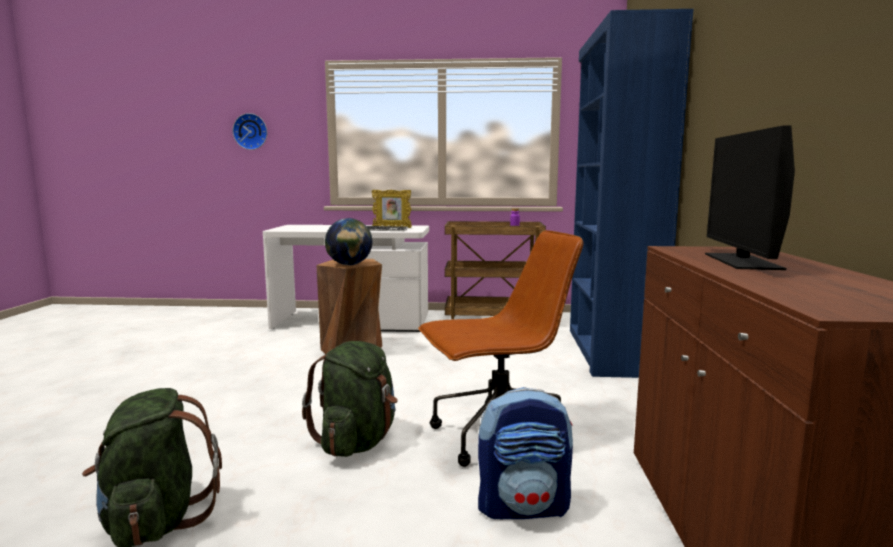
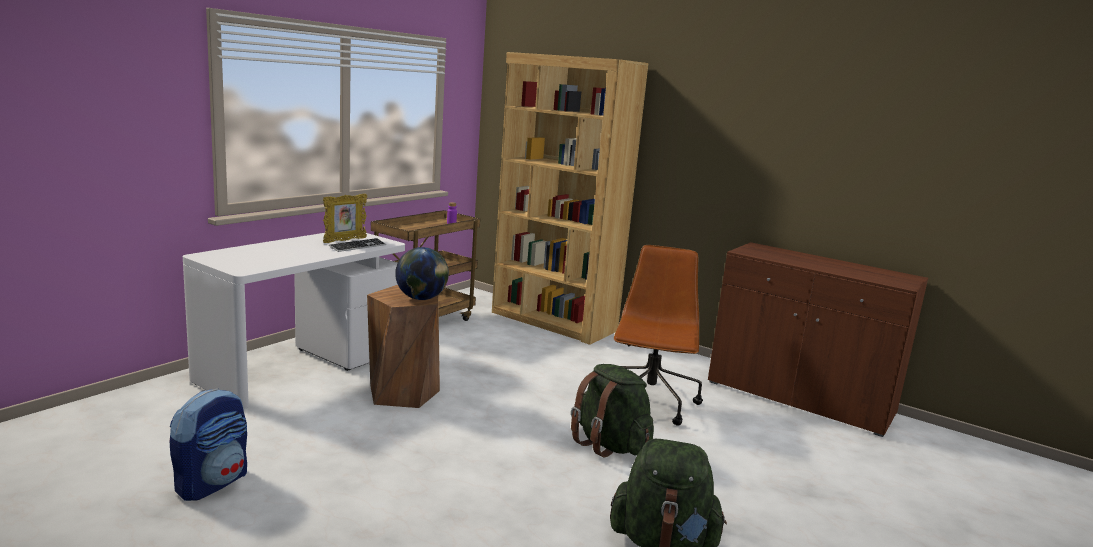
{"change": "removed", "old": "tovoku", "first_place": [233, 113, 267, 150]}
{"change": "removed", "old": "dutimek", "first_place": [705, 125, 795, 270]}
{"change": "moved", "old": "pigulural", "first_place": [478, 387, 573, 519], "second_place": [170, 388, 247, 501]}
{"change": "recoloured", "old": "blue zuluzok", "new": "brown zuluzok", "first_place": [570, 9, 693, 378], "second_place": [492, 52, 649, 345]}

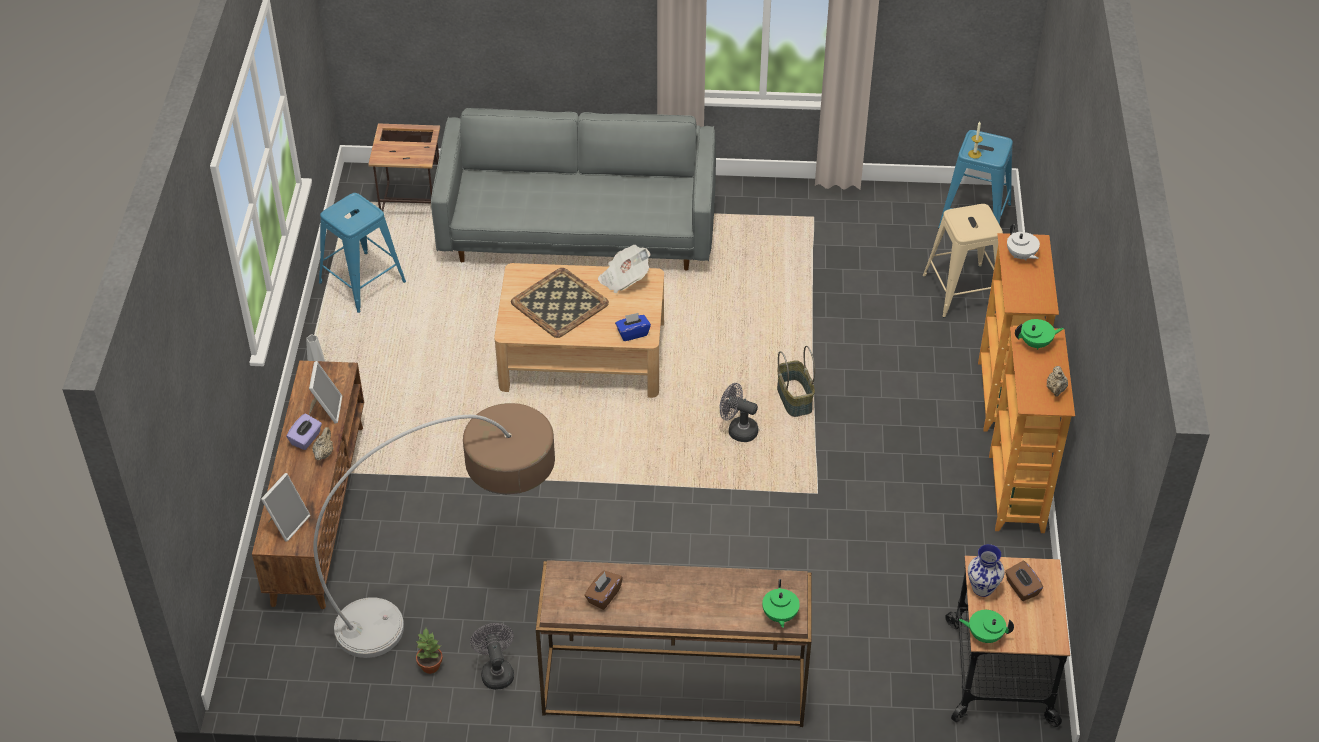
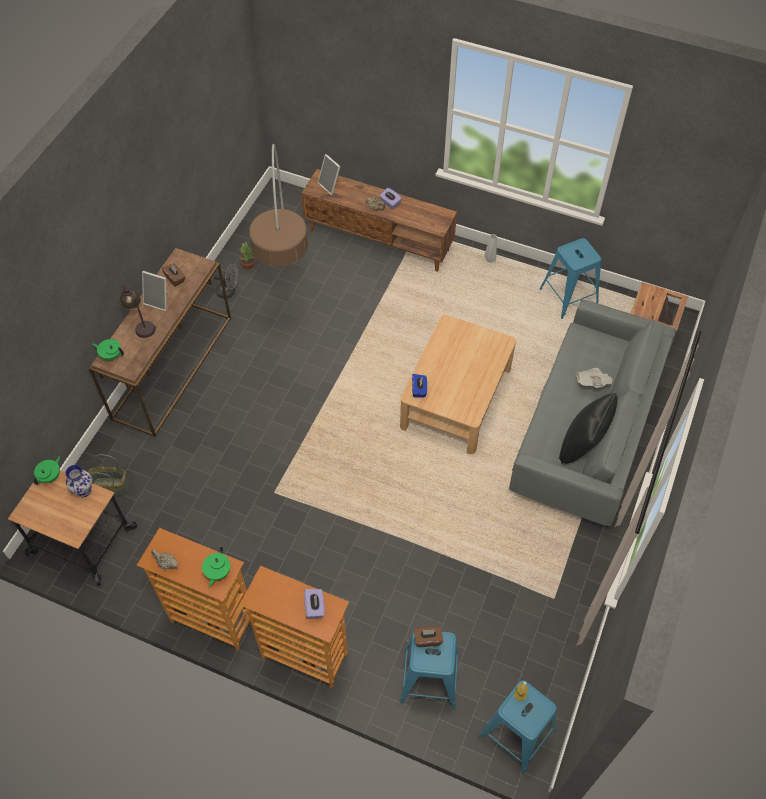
{"change": "removed", "old": "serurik", "first_place": [511, 268, 609, 338]}
{"change": "removed", "old": "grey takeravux", "first_place": [720, 383, 758, 442]}
{"change": "added", "new": "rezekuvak", "second_place": [119, 284, 156, 338]}
{"change": "added", "new": "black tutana", "second_place": [559, 393, 618, 464]}
{"change": "moved", "old": "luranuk", "first_place": [309, 361, 342, 424], "second_place": [142, 271, 169, 311]}
{"change": "moved", "old": "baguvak", "first_place": [598, 245, 651, 293], "second_place": [577, 368, 613, 388]}
{"change": "moved", "old": "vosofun", "first_place": [777, 346, 815, 417], "second_place": [88, 454, 129, 496]}
{"change": "moved", "old": "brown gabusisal", "first_place": [1005, 561, 1043, 601], "second_place": [414, 627, 443, 647]}
{"change": "replaced", "old": "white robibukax", "new": "purple gabusisal", "first_place": [1007, 224, 1040, 261], "second_place": [304, 589, 325, 619]}
{"change": "recoloured", "old": "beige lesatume", "new": "blue lesatume", "first_place": [923, 204, 1003, 318], "second_place": [400, 631, 459, 709]}

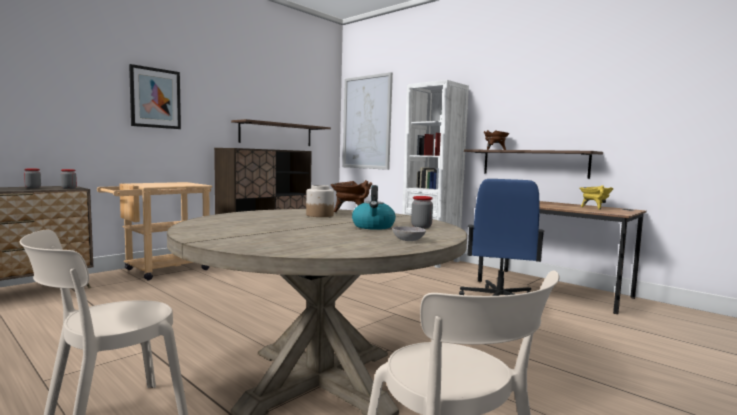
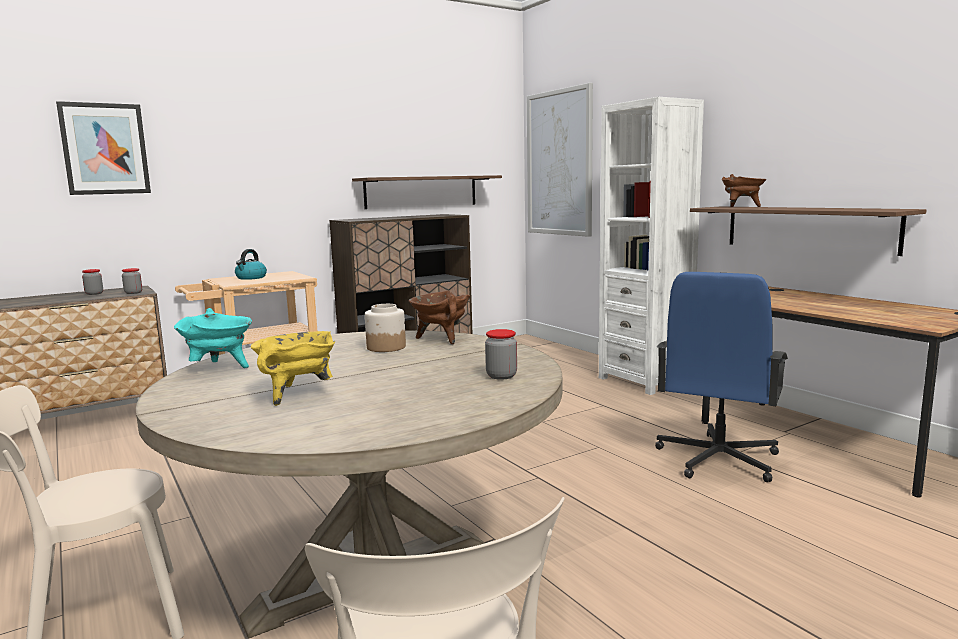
{"change": "removed", "old": "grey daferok", "first_place": [392, 226, 426, 241]}
{"change": "added", "new": "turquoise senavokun", "second_place": [174, 308, 252, 368]}
{"change": "moved", "old": "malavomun", "first_place": [129, 64, 181, 129], "second_place": [56, 101, 151, 195]}
{"change": "moved", "old": "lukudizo", "first_place": [352, 185, 396, 230], "second_place": [235, 249, 267, 280]}
{"change": "moved", "old": "yellow senavokun", "first_place": [580, 185, 613, 210], "second_place": [251, 331, 335, 406]}

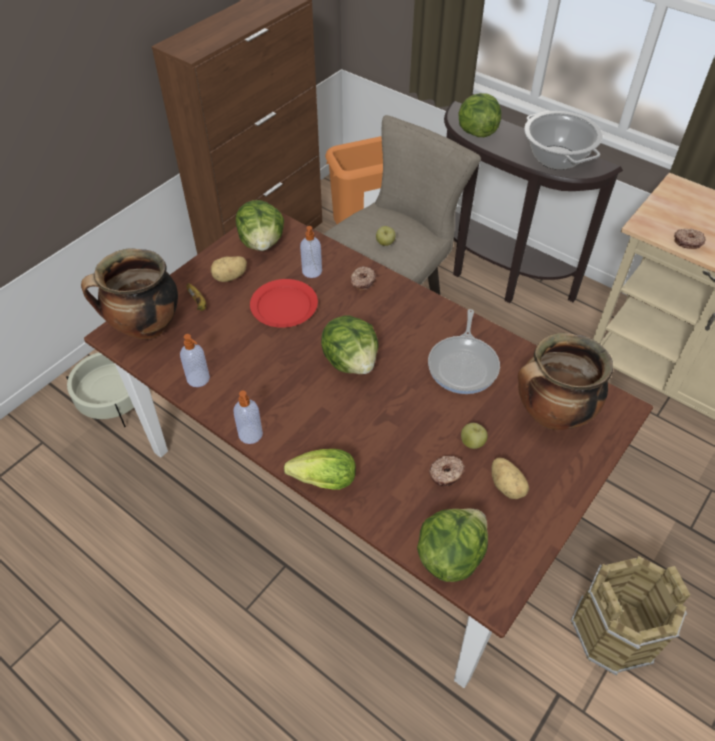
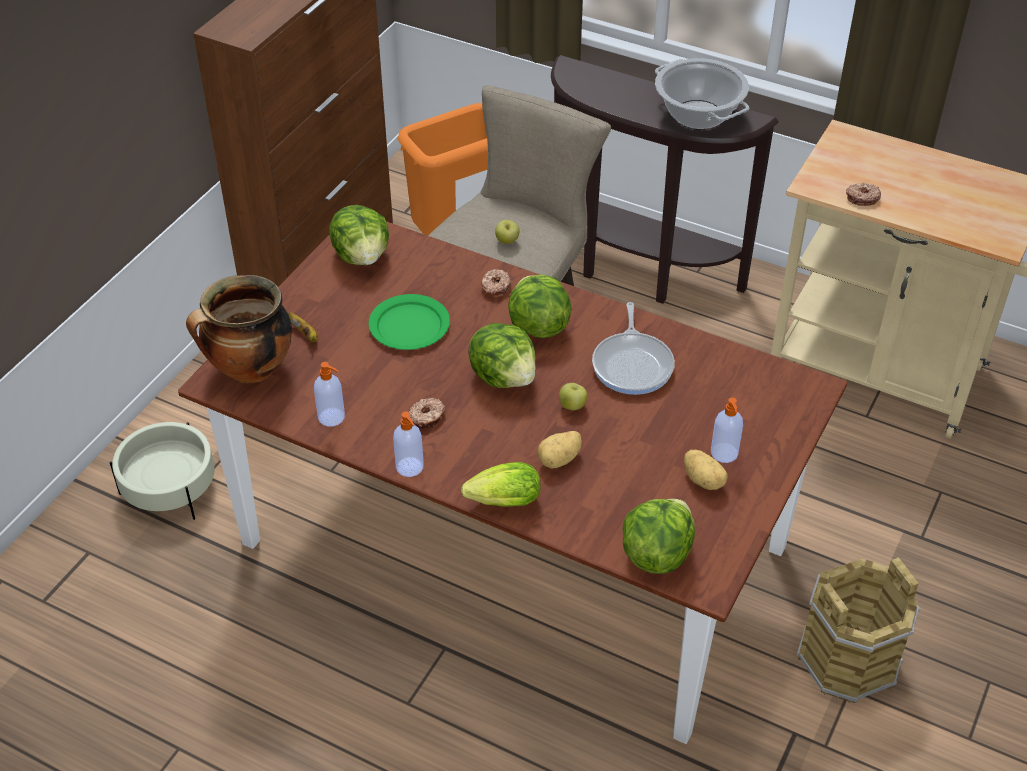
{"change": "removed", "old": "senavokun", "first_place": [518, 333, 613, 430]}
{"change": "moved", "old": "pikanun", "first_place": [211, 256, 247, 282], "second_place": [538, 431, 582, 468]}
{"change": "moved", "old": "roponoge", "first_place": [300, 226, 322, 278], "second_place": [711, 398, 743, 463]}
{"change": "moved", "old": "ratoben", "first_place": [429, 456, 465, 486], "second_place": [409, 398, 445, 429]}
{"change": "moved", "old": "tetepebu", "first_place": [458, 93, 501, 137], "second_place": [508, 275, 571, 338]}
{"change": "moved", "old": "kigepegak", "first_place": [461, 423, 488, 449], "second_place": [559, 383, 588, 410]}
{"change": "recoloured", "old": "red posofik", "new": "green posofik", "first_place": [250, 279, 318, 328], "second_place": [369, 294, 450, 350]}

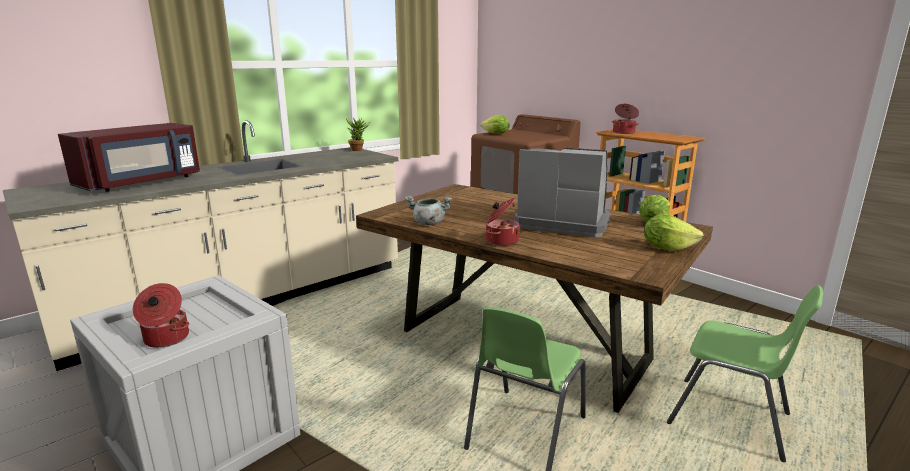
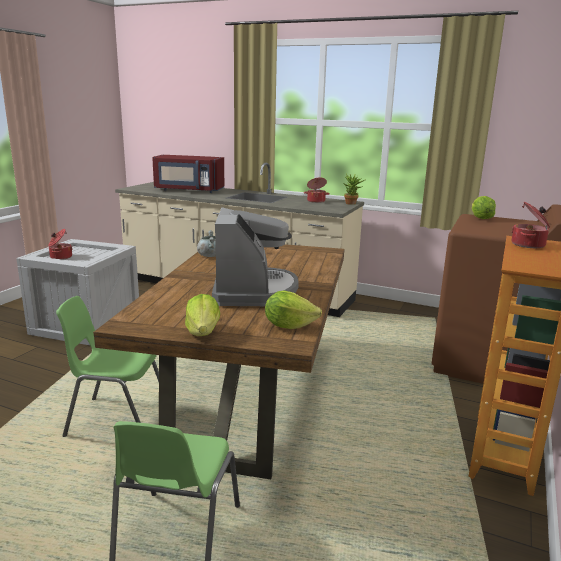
{"change": "moved", "old": "senavokun", "first_place": [486, 198, 520, 246], "second_place": [304, 177, 330, 203]}

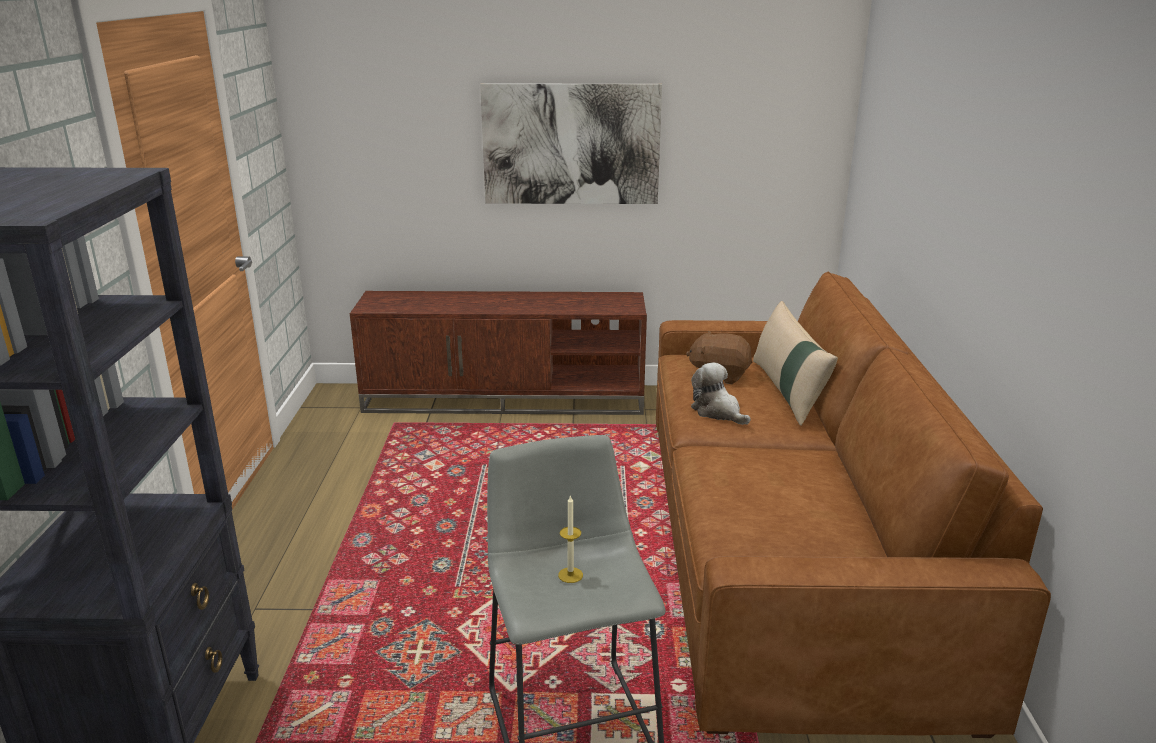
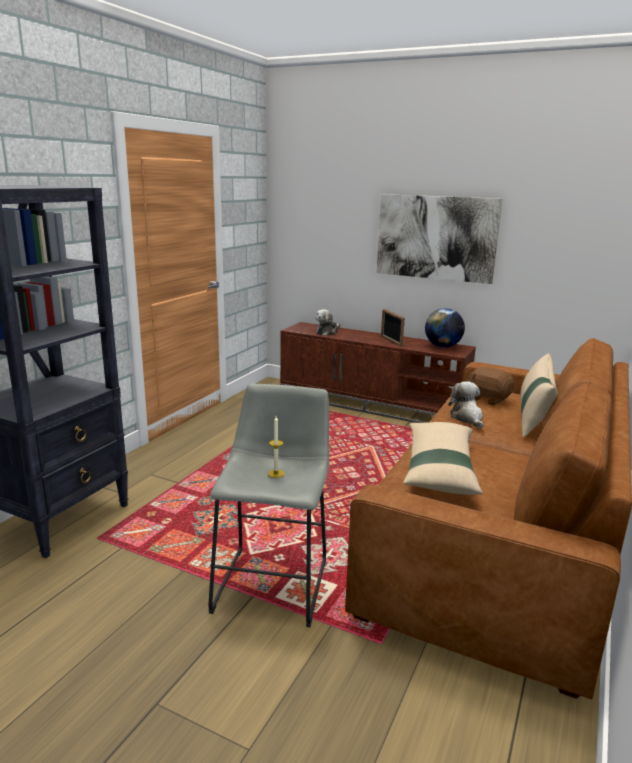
{"change": "added", "new": "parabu", "second_place": [315, 309, 340, 336]}
{"change": "added", "new": "luranuk", "second_place": [381, 309, 405, 347]}
{"change": "added", "new": "beige tutana", "second_place": [403, 422, 483, 495]}
{"change": "added", "new": "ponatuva", "second_place": [425, 308, 465, 348]}

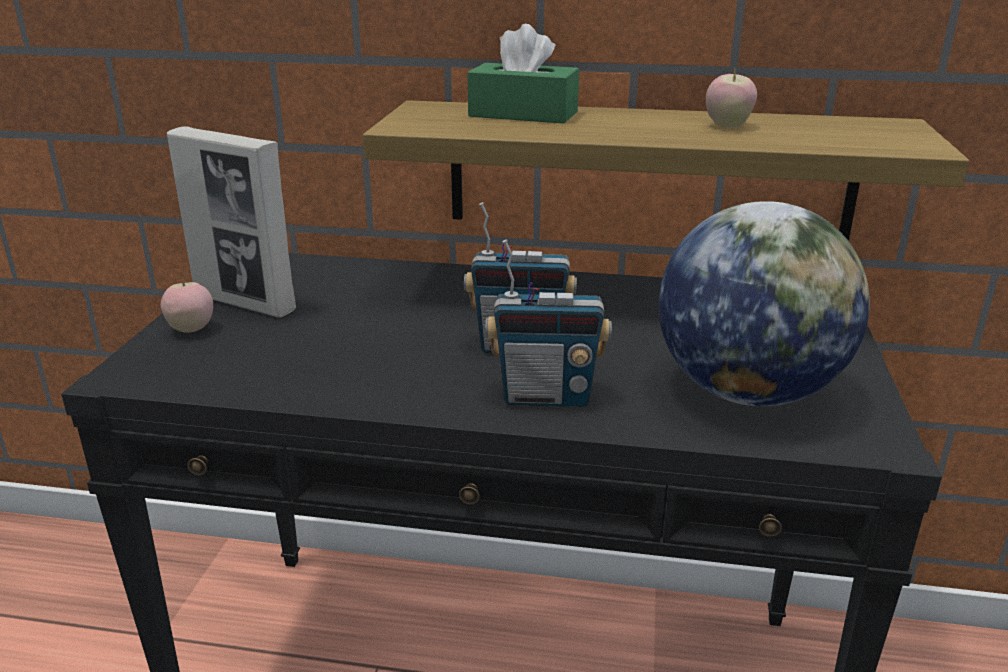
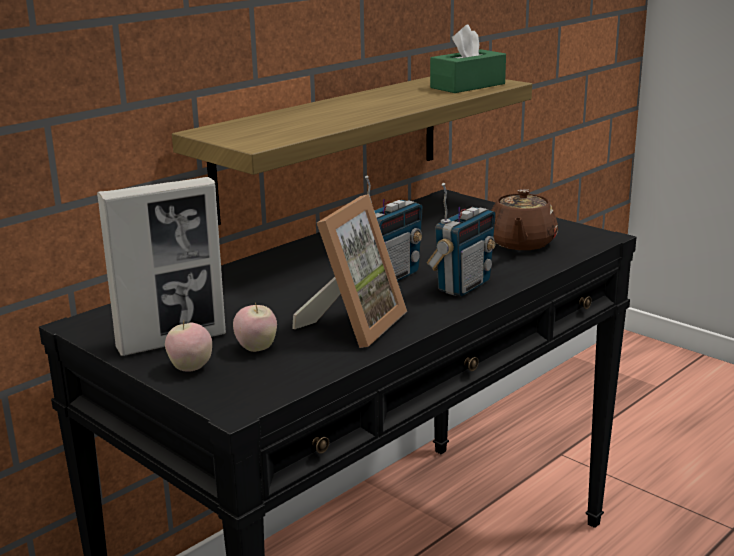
{"change": "added", "new": "luranuk", "second_place": [292, 194, 407, 348]}
{"change": "moved", "old": "green gabusisal", "first_place": [467, 24, 579, 124], "second_place": [430, 25, 506, 93]}
{"change": "moved", "old": "kigepegak", "first_place": [706, 68, 757, 127], "second_place": [233, 302, 277, 352]}
{"change": "replaced", "old": "ponatuva", "new": "brown robibukax", "first_place": [659, 201, 870, 406], "second_place": [491, 189, 558, 250]}

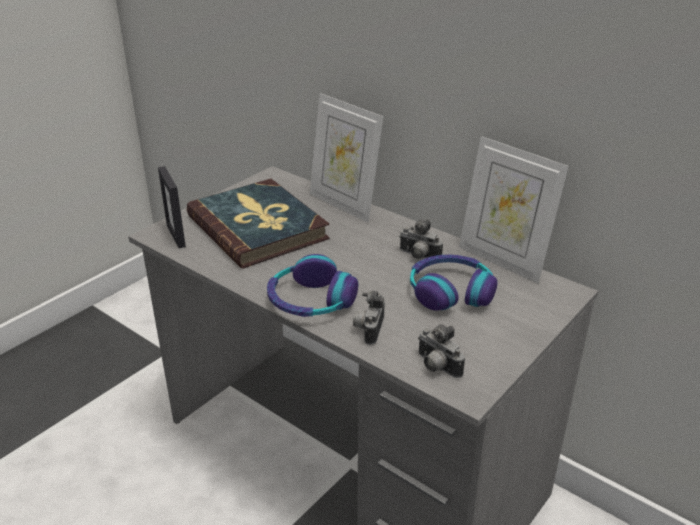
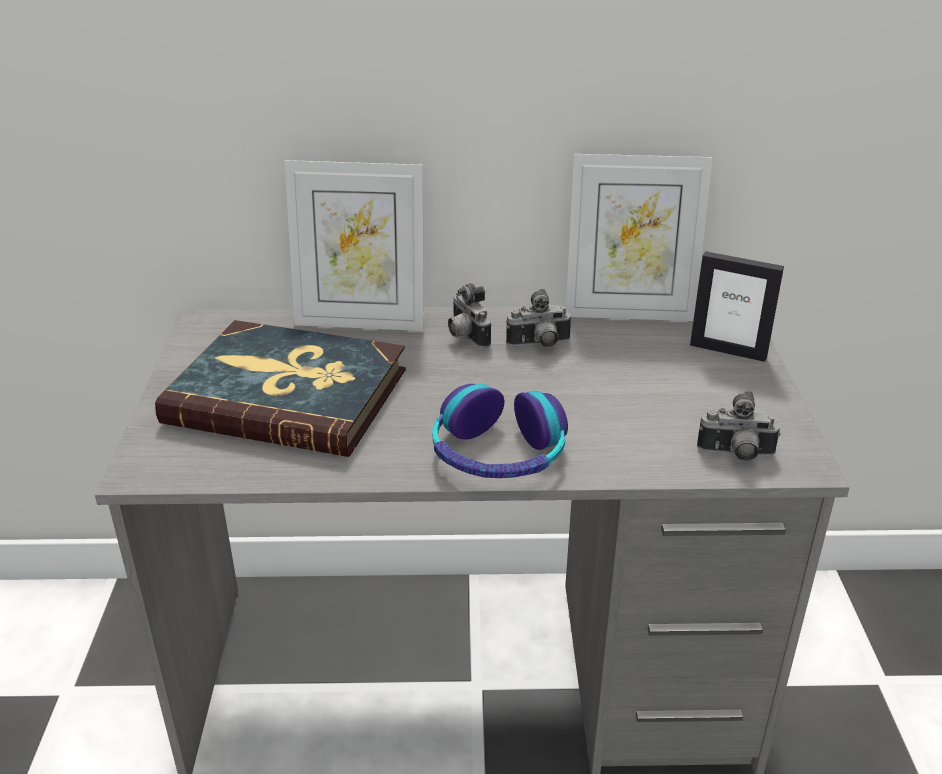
{"change": "removed", "old": "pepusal", "first_place": [410, 255, 498, 311]}
{"change": "moved", "old": "luranuk", "first_place": [158, 166, 186, 248], "second_place": [690, 251, 784, 362]}
{"change": "moved", "old": "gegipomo", "first_place": [353, 291, 385, 345], "second_place": [448, 283, 491, 348]}

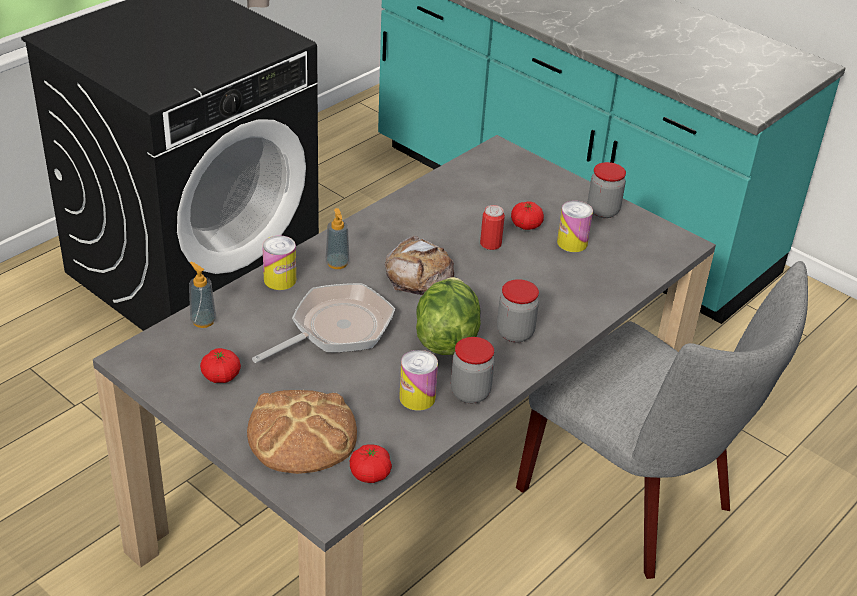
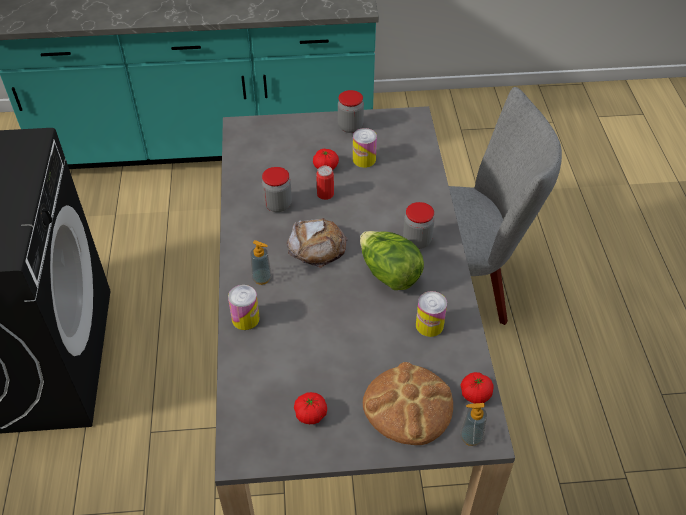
{"change": "removed", "old": "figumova", "first_place": [252, 283, 395, 363]}
{"change": "moved", "old": "roponoge", "first_place": [189, 262, 216, 328], "second_place": [460, 403, 487, 446]}
{"change": "moved", "old": "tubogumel", "first_place": [451, 337, 495, 403], "second_place": [262, 167, 292, 212]}

